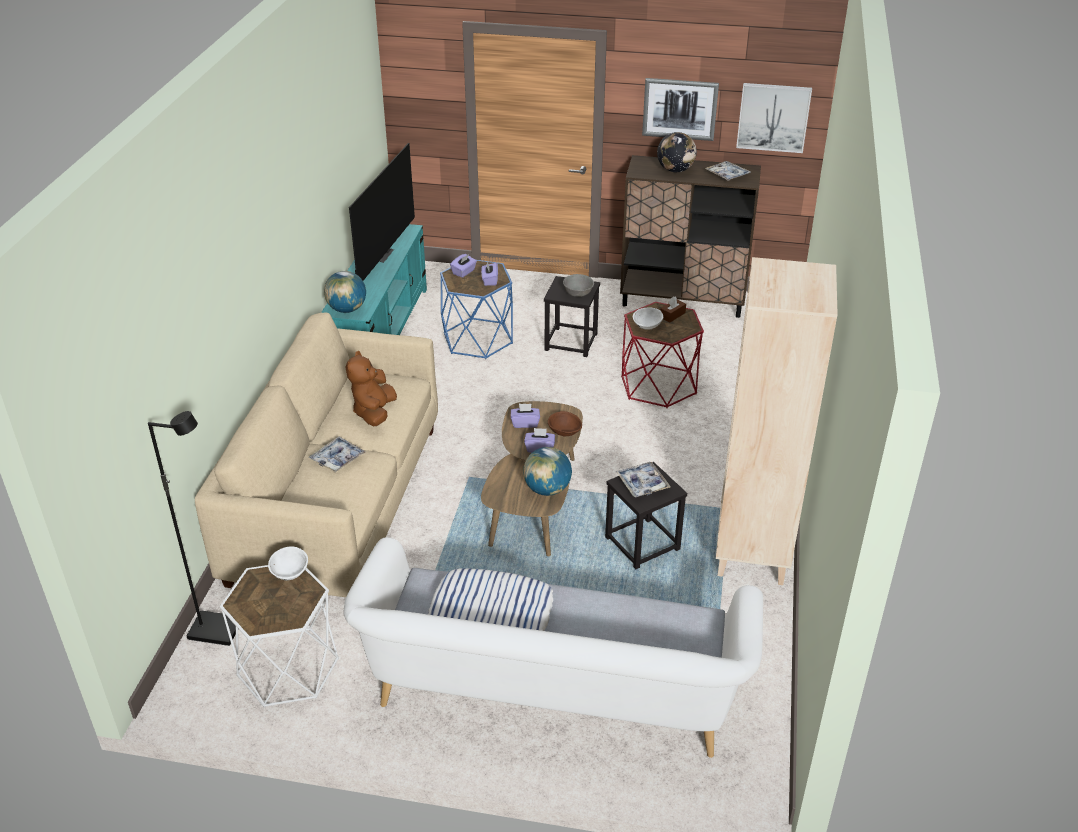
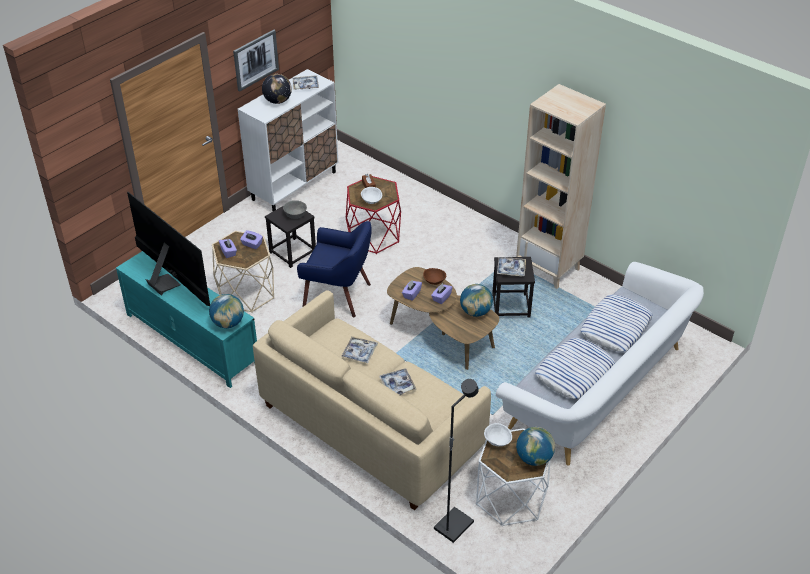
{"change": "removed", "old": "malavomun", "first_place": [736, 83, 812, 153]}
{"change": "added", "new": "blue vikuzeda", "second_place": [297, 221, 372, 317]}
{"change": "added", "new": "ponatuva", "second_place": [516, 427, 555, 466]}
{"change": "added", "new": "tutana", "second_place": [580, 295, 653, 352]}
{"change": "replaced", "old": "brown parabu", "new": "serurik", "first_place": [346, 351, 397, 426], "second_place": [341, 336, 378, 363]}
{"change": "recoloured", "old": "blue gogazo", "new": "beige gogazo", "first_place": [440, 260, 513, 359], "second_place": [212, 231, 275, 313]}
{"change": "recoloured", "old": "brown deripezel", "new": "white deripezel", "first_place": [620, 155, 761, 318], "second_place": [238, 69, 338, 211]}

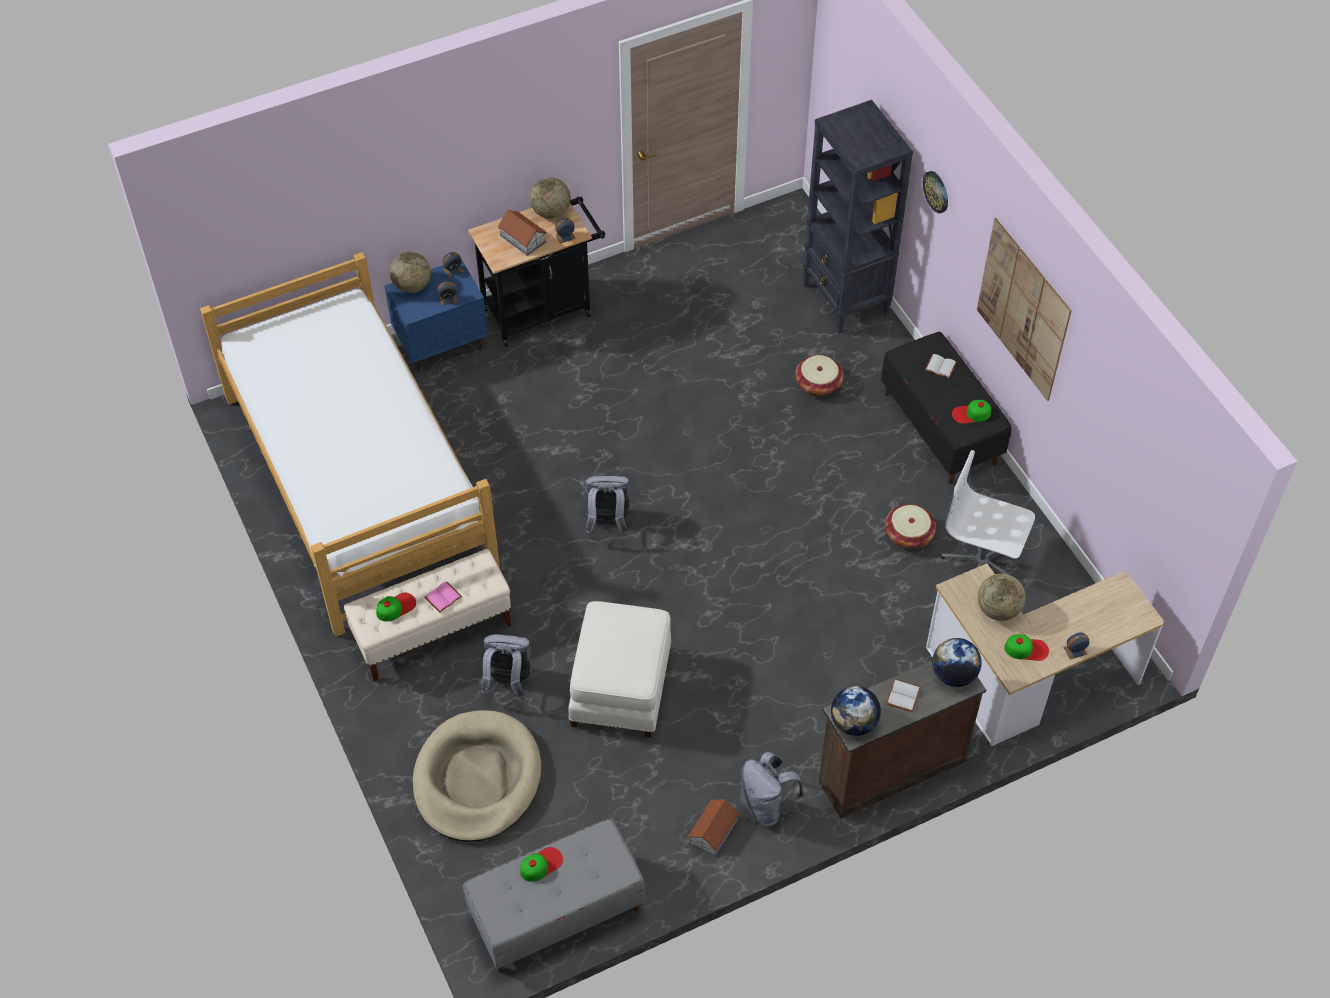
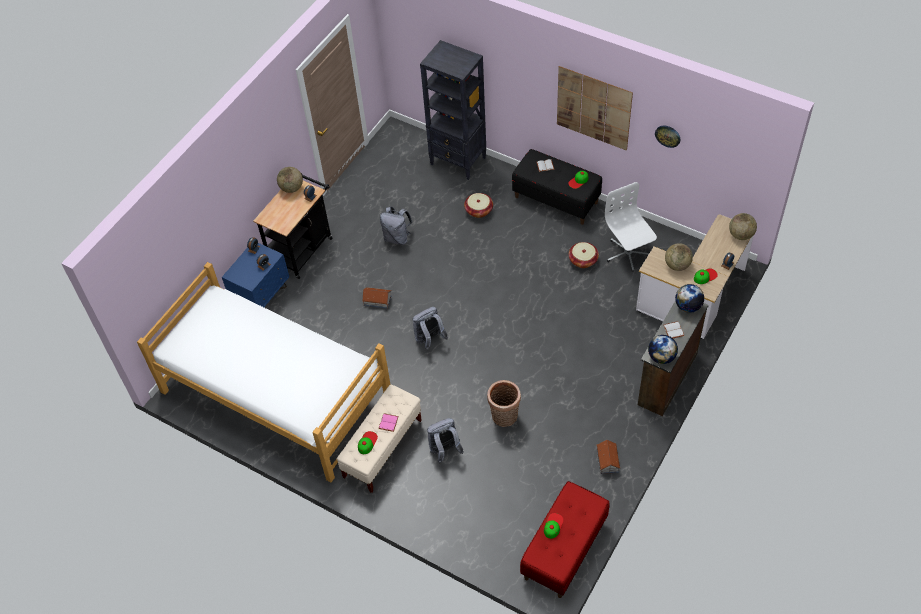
{"change": "removed", "old": "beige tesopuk", "first_place": [413, 710, 541, 842]}
{"change": "moved", "old": "ponatuva", "first_place": [390, 252, 431, 293], "second_place": [729, 213, 757, 240]}
{"change": "moved", "old": "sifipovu", "first_place": [498, 210, 547, 256], "second_place": [363, 287, 391, 309]}
{"change": "moved", "old": "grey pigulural", "first_place": [740, 752, 804, 827], "second_place": [380, 207, 412, 245]}
{"change": "moved", "old": "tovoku", "first_place": [923, 171, 948, 213], "second_place": [655, 126, 680, 148]}
{"change": "replaced", "old": "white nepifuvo", "new": "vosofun", "first_place": [568, 601, 671, 738], "second_place": [487, 380, 521, 427]}
{"change": "recoloured", "old": "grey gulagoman", "new": "red gulagoman", "first_place": [463, 818, 645, 973], "second_place": [520, 481, 609, 598]}
{"change": "turned", "old": "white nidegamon", "first_place": [941, 450, 1035, 575], "second_place": [605, 182, 657, 272], "degrees": 75}

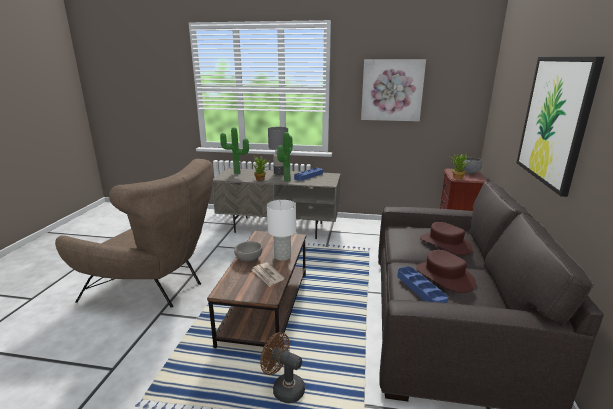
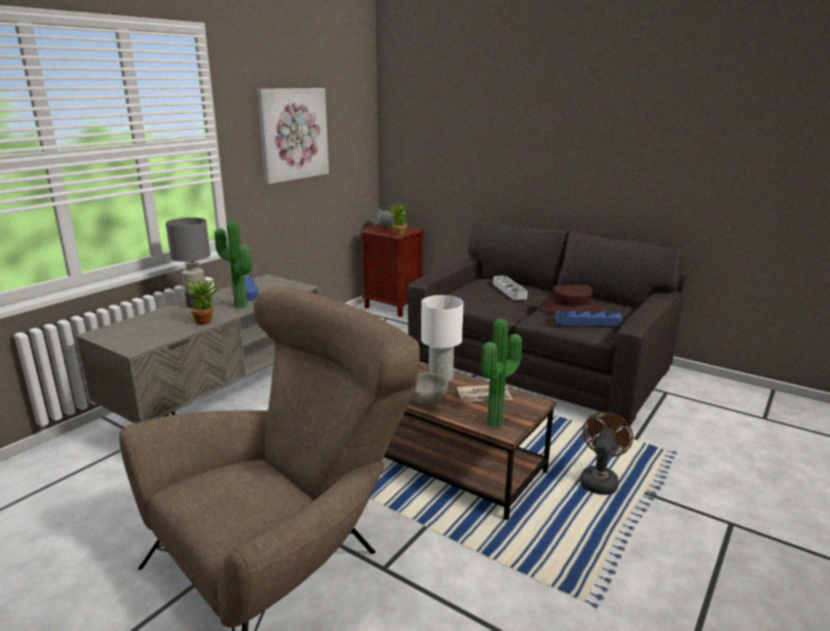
{"change": "removed", "old": "malavomun", "first_place": [516, 57, 605, 197]}
{"change": "moved", "old": "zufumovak", "first_place": [220, 127, 249, 174], "second_place": [481, 319, 522, 427]}
{"change": "replaced", "old": "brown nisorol", "new": "grey serurik", "first_place": [420, 222, 472, 255], "second_place": [493, 275, 528, 300]}
{"change": "turned", "old": "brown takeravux", "first_place": [260, 332, 305, 404], "second_place": [580, 412, 633, 495], "degrees": 150}

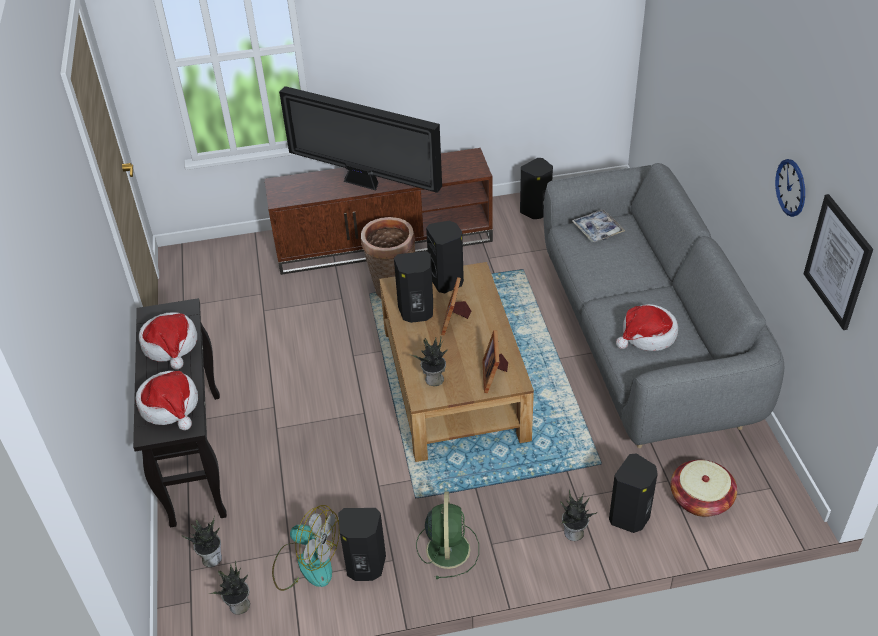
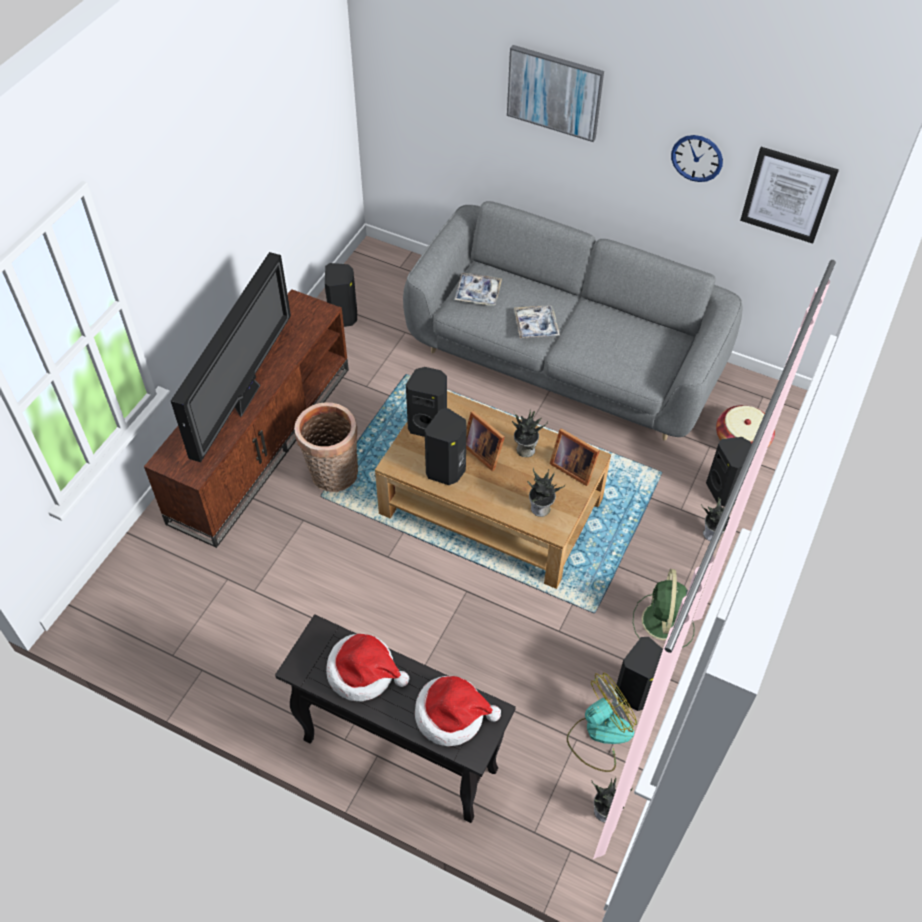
{"change": "removed", "old": "nisorol", "first_place": [616, 304, 678, 351]}
{"change": "added", "new": "malavomun", "second_place": [507, 45, 604, 142]}
{"change": "added", "new": "serurik", "second_place": [514, 305, 560, 339]}
{"change": "moved", "old": "zufumovak", "first_place": [181, 515, 222, 567], "second_place": [512, 409, 548, 457]}
{"change": "turned", "old": "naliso", "first_place": [279, 86, 442, 193], "second_place": [171, 252, 291, 462], "degrees": -45}
{"change": "turned", "old": "green takeravux", "first_place": [416, 491, 479, 579], "second_place": [633, 569, 694, 648], "degrees": -120}

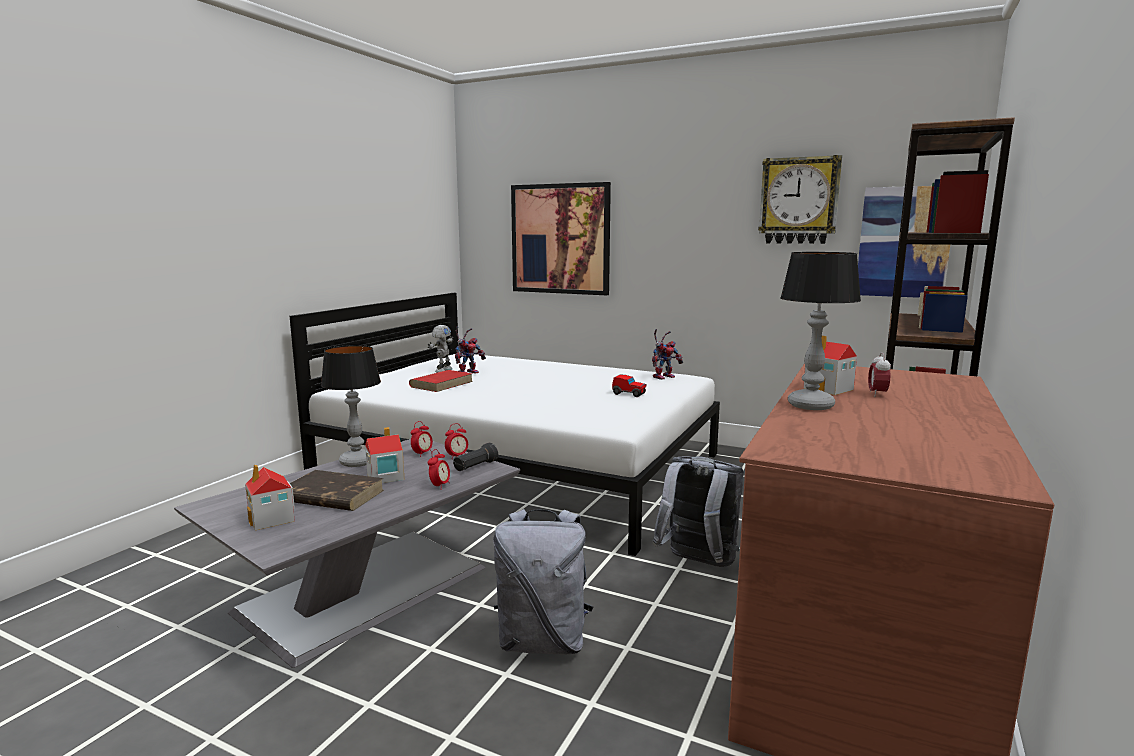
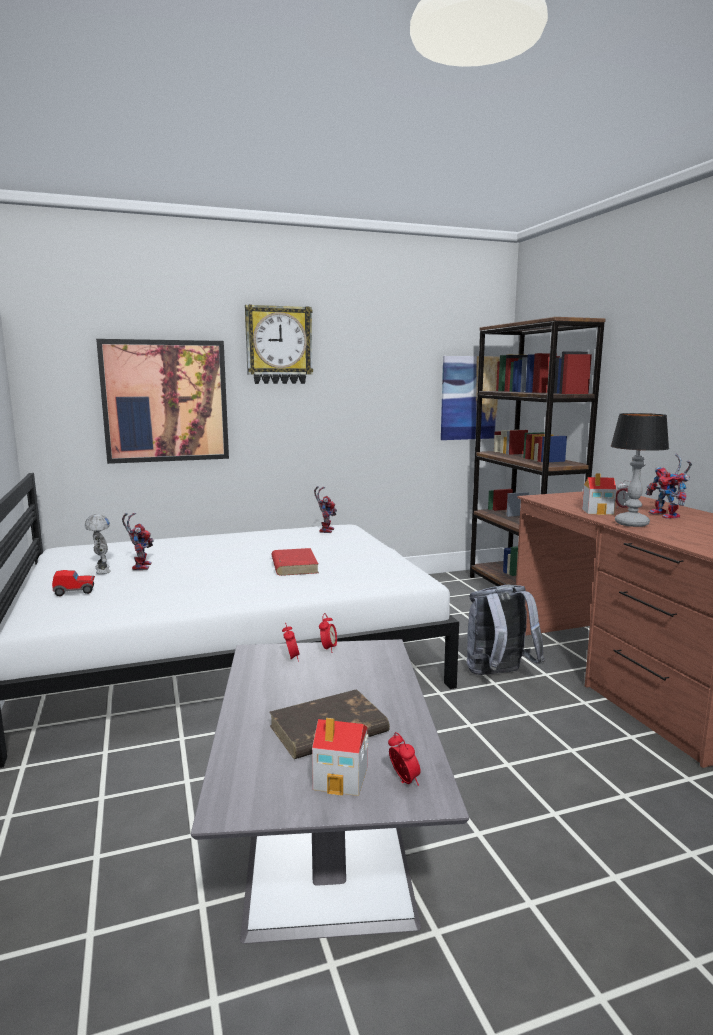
{"change": "removed", "old": "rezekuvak", "first_place": [321, 345, 381, 467]}
{"change": "removed", "old": "sifipovu", "first_place": [365, 427, 404, 483]}
{"change": "removed", "old": "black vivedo", "first_place": [453, 443, 498, 471]}
{"change": "removed", "old": "grey pigulural", "first_place": [493, 509, 594, 655]}
{"change": "added", "new": "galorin", "second_place": [646, 454, 692, 519]}
{"change": "moved", "old": "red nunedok", "first_place": [409, 370, 473, 392], "second_place": [271, 548, 319, 576]}
{"change": "moved", "old": "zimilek", "first_place": [428, 449, 450, 490], "second_place": [388, 732, 421, 786]}
{"change": "moved", "old": "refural", "first_place": [612, 375, 647, 397], "second_place": [52, 570, 95, 596]}
{"change": "moved", "old": "tovoku", "first_place": [758, 155, 842, 244], "second_place": [245, 304, 313, 384]}

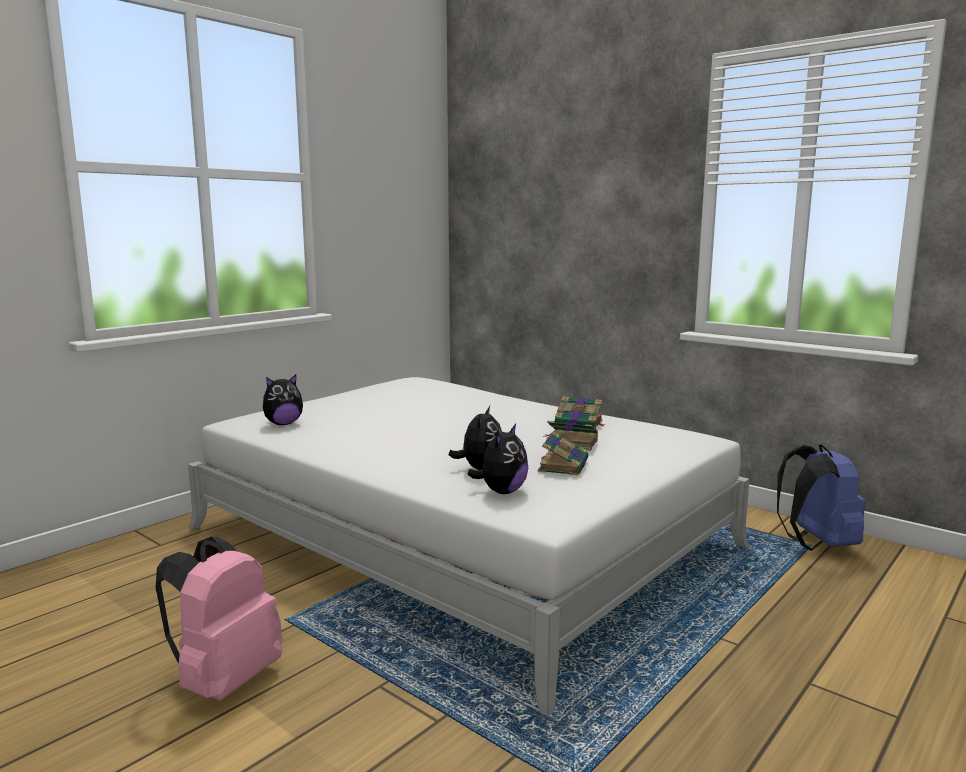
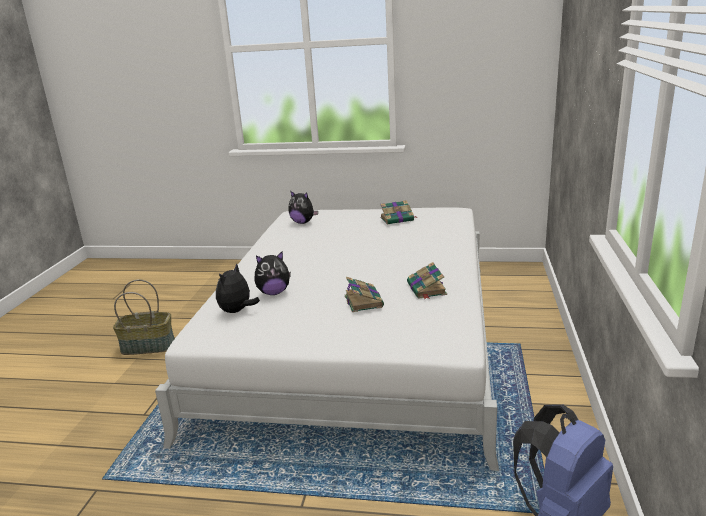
{"change": "moved", "old": "nunedok", "first_place": [538, 432, 588, 476], "second_place": [380, 200, 418, 225]}
{"change": "replaced", "old": "pink pigulural", "new": "vosofun", "first_place": [156, 536, 283, 701], "second_place": [113, 279, 175, 355]}
{"change": "turned", "old": "parabu", "first_place": [467, 424, 528, 494], "second_place": [216, 263, 260, 313], "degrees": 120}

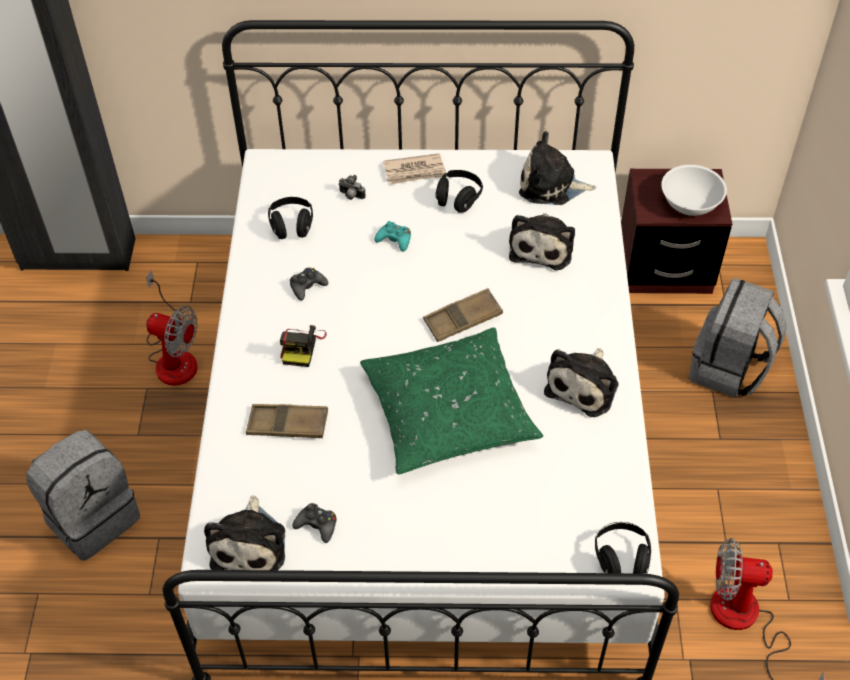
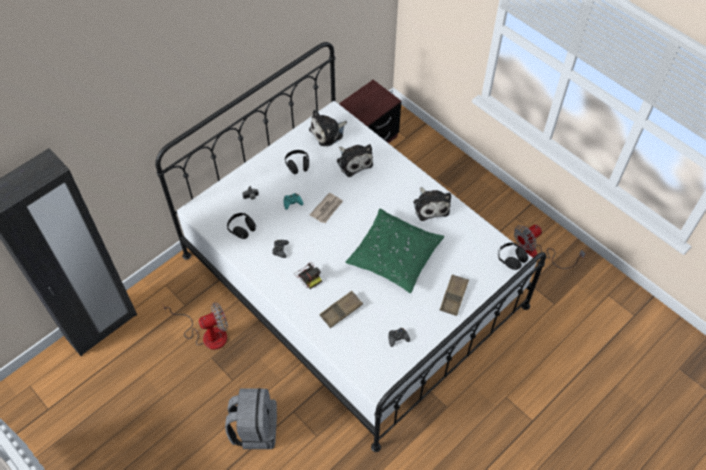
{"change": "removed", "old": "parabu", "first_place": [204, 495, 285, 570]}
{"change": "removed", "old": "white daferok", "first_place": [661, 165, 727, 216]}
{"change": "removed", "old": "grey pigulural", "first_place": [689, 278, 787, 398]}
{"change": "moved", "old": "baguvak", "first_place": [383, 153, 447, 184], "second_place": [309, 193, 343, 223]}
{"change": "moved", "old": "brown serurik", "first_place": [423, 288, 503, 342], "second_place": [440, 274, 469, 316]}

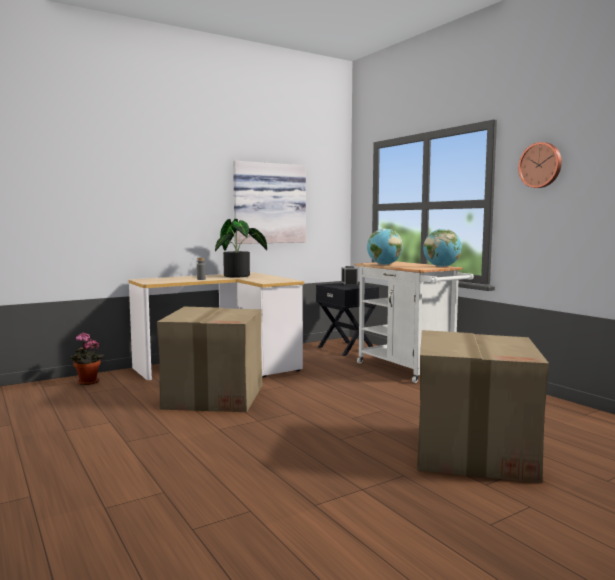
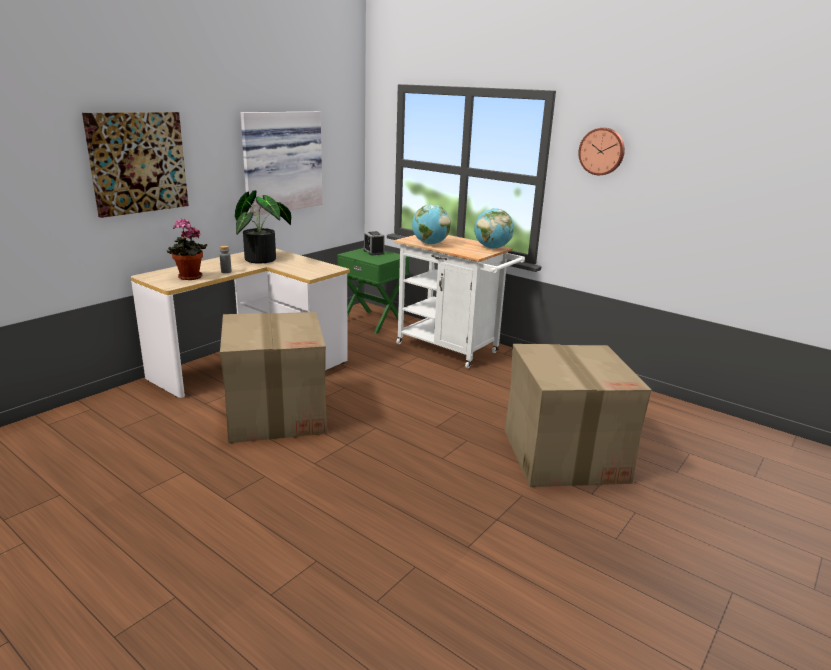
{"change": "added", "new": "malavomun", "second_place": [82, 112, 189, 218]}
{"change": "moved", "old": "zufumovak", "first_place": [70, 333, 104, 385], "second_place": [167, 218, 207, 280]}
{"change": "recoloured", "old": "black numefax", "new": "green numefax", "first_place": [316, 283, 379, 356], "second_place": [337, 248, 409, 334]}

